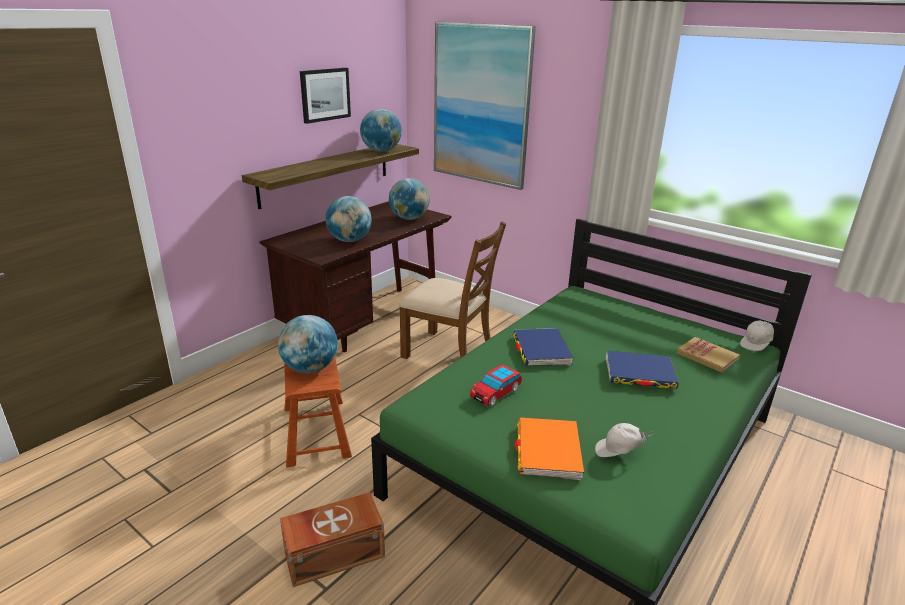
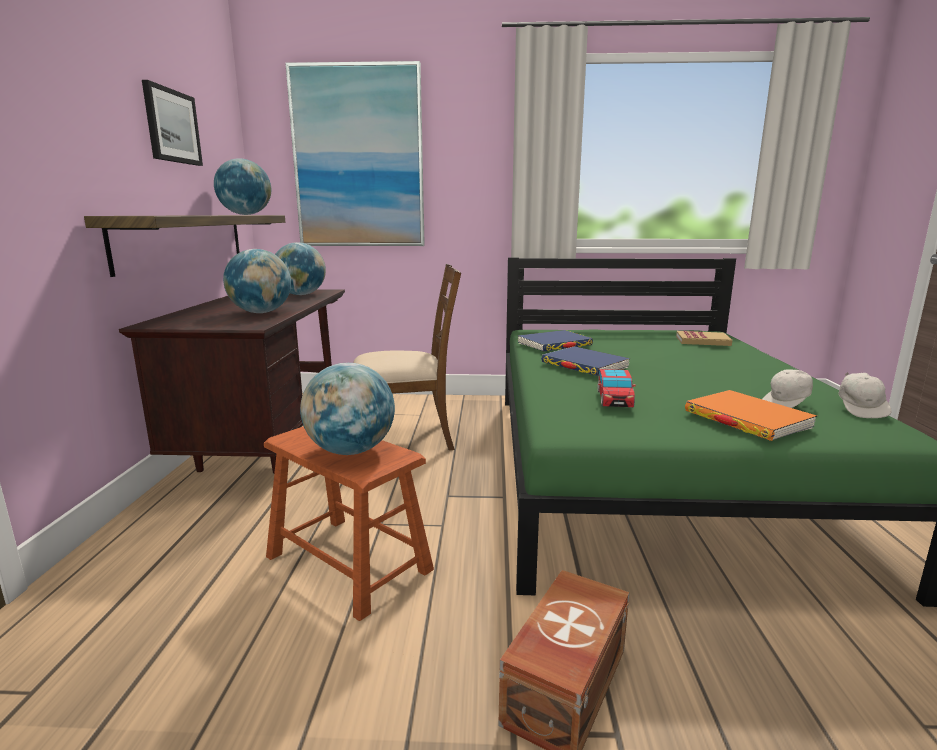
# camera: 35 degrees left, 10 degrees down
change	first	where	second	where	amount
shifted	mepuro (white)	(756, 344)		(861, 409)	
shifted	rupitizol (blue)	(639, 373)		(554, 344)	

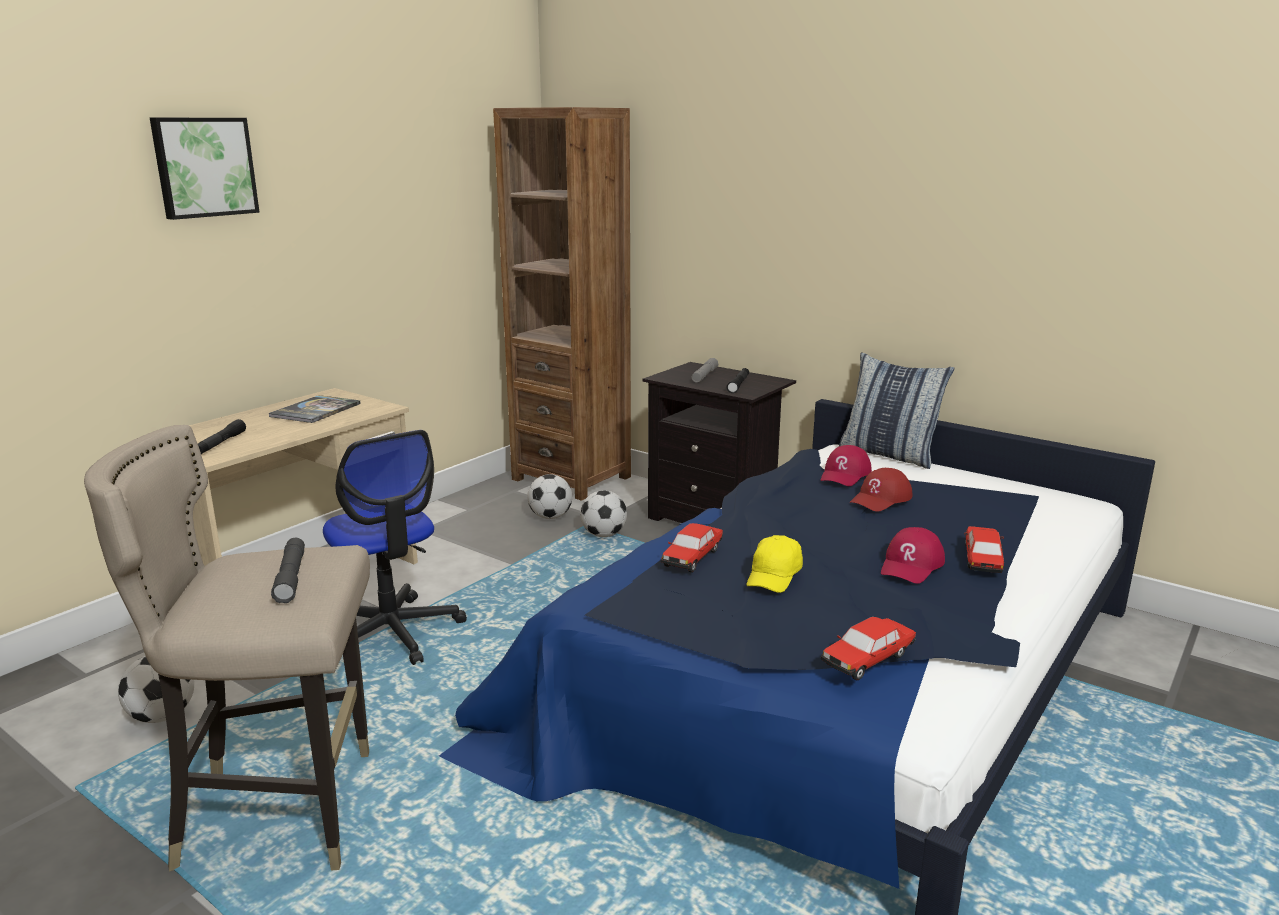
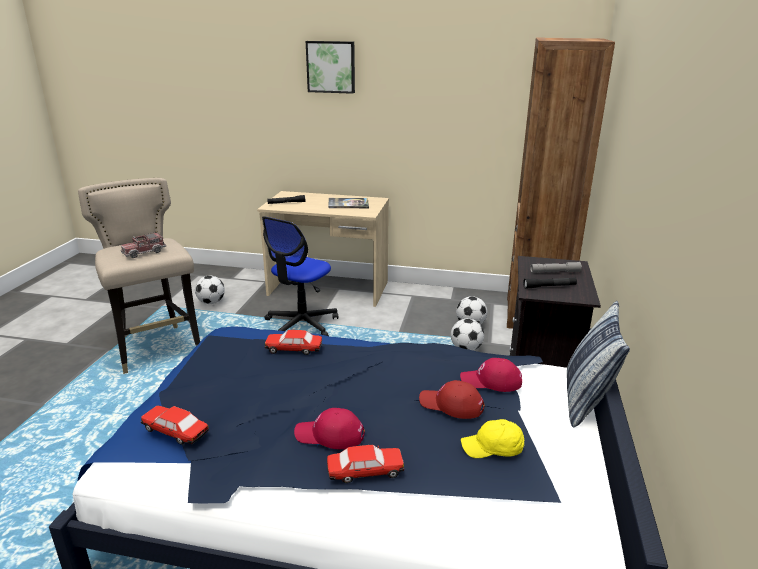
# camera: 65 degrees right, 5 degrees up
change	first	where	second	where	amount
shifted	mepuro (yellow)	(774, 576)		(493, 448)	
swapped	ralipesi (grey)	(291, 577)	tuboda	(144, 252)	

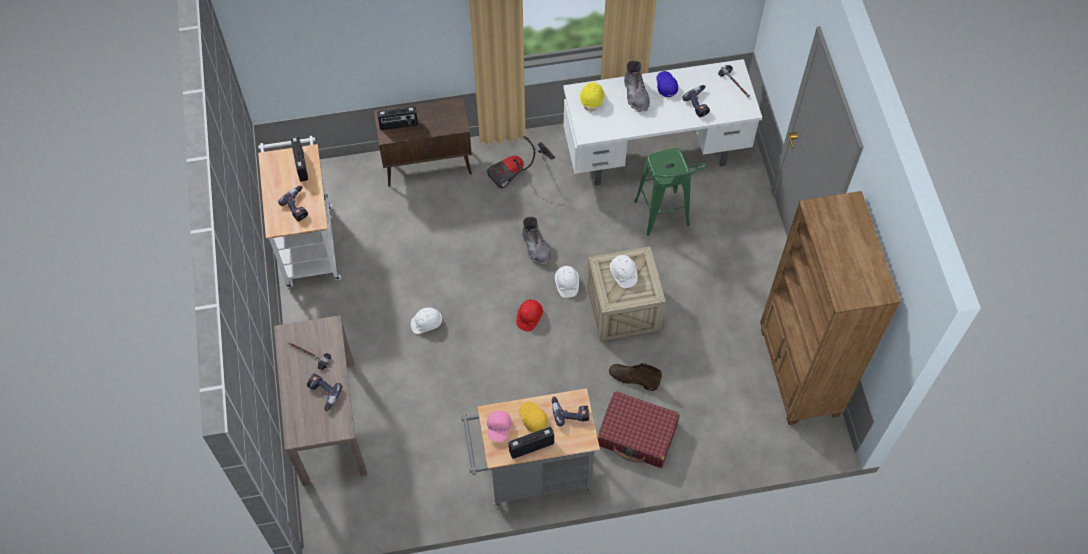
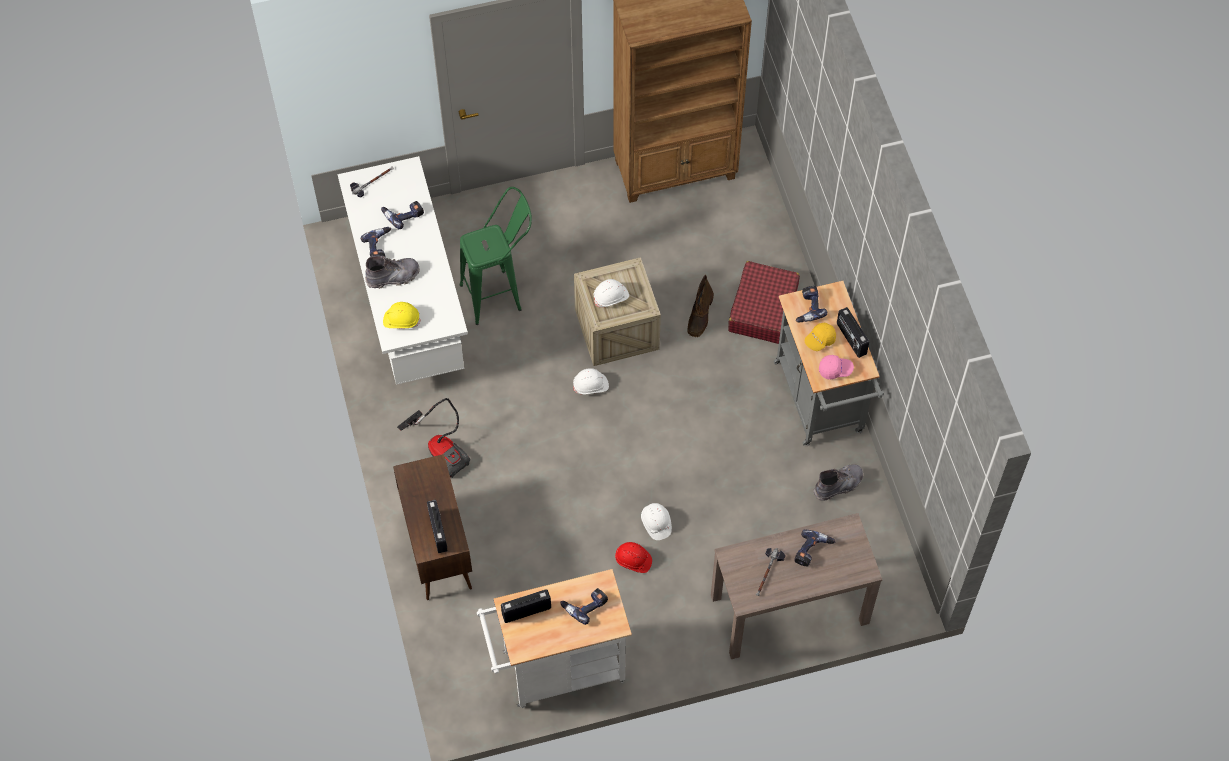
# camera: 95 degrees left, 0 degrees up
change	first	where	second	where	amount
swapped	mepuro (blue)	(666, 86)	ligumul	(379, 247)	
shifted	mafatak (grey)	(536, 248)		(838, 485)	
shifted	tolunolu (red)	(529, 317)		(633, 560)	

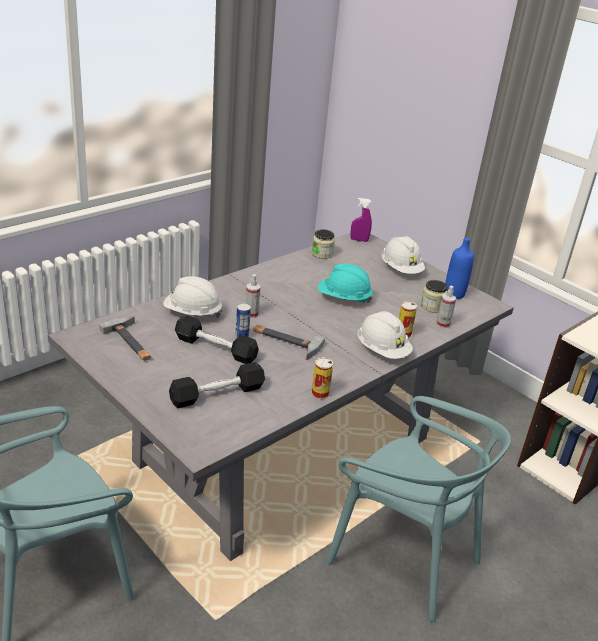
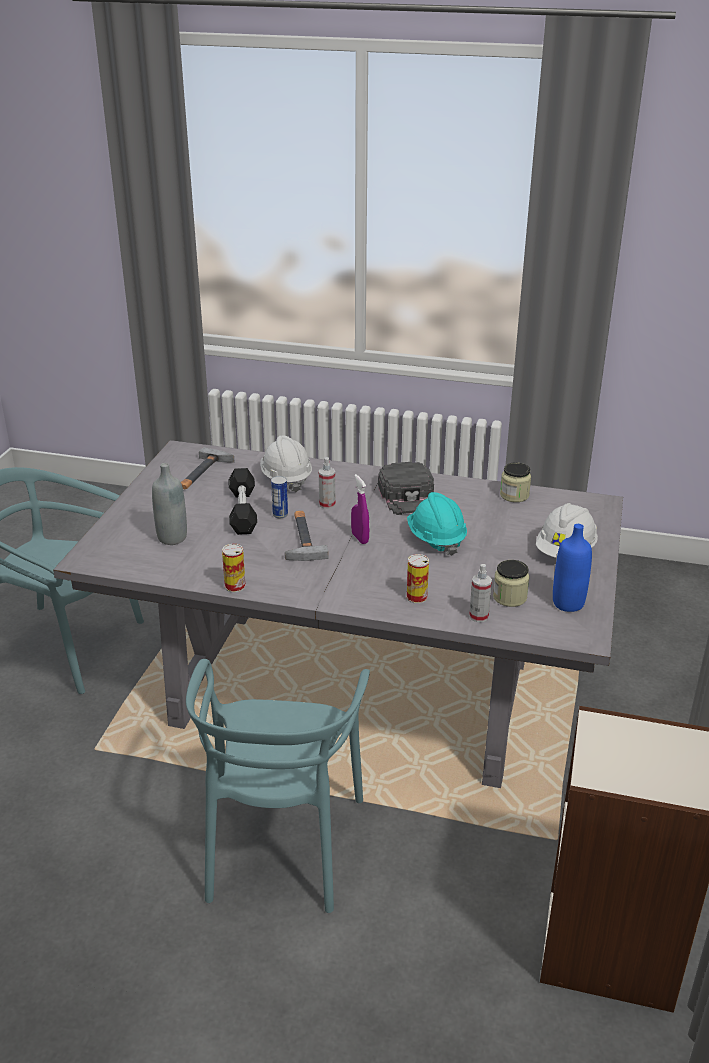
# camera: 60 degrees right, 0 degrees up
change	first	where	second	where	amount
shifted	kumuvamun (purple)	(359, 240)		(360, 538)	
gone	tolunolu (white)	(382, 351)			
swapped	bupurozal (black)	(217, 394)	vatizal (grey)	(172, 538)	
new			mepuro (black)	(408, 496)	

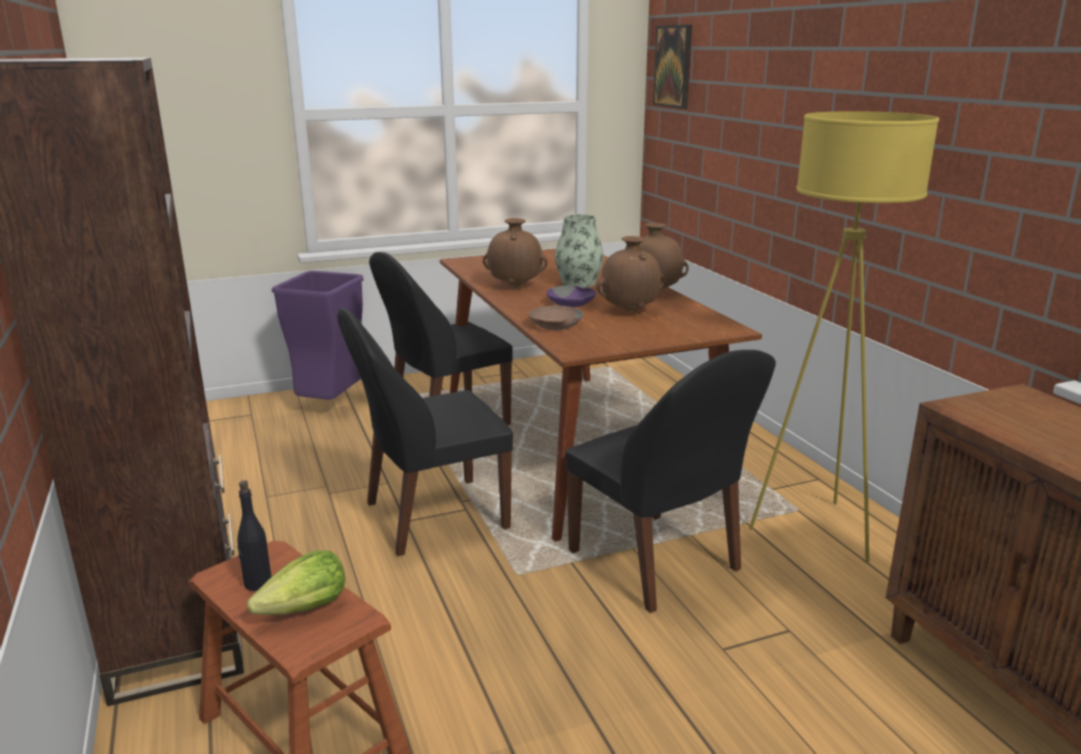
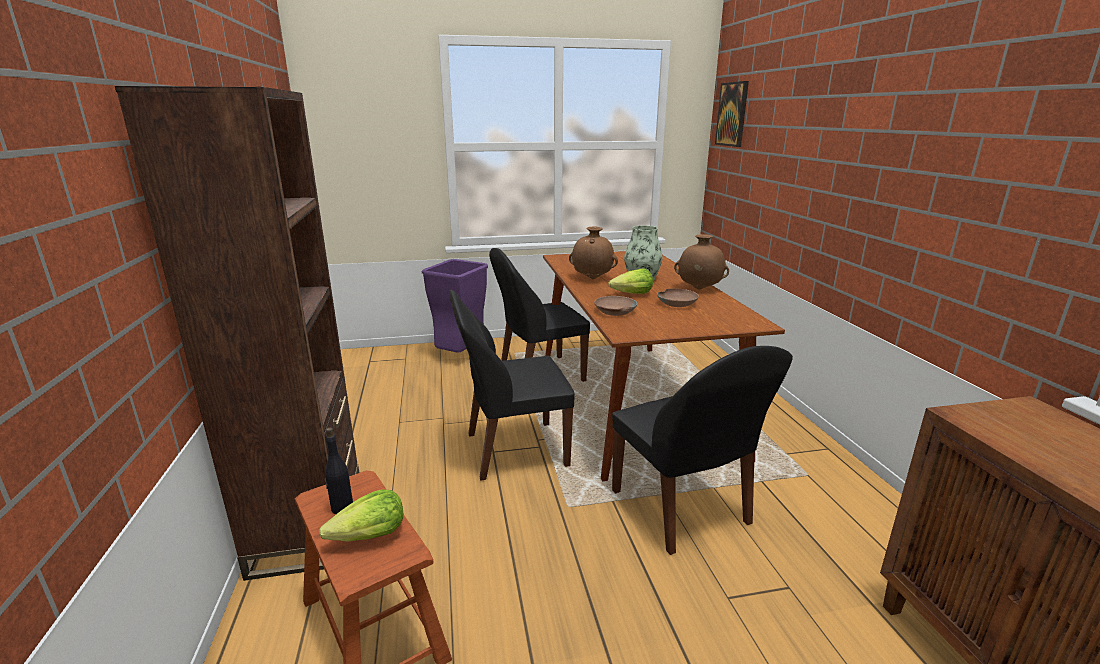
# camera: 10 degrees right, 0 degrees up
change	first	where	second	where	amount
gone	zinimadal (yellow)	(814, 530)			
swapped	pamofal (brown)	(630, 311)	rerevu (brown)	(677, 303)	
swapped	rerevu (purple)	(571, 303)	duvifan	(632, 294)	

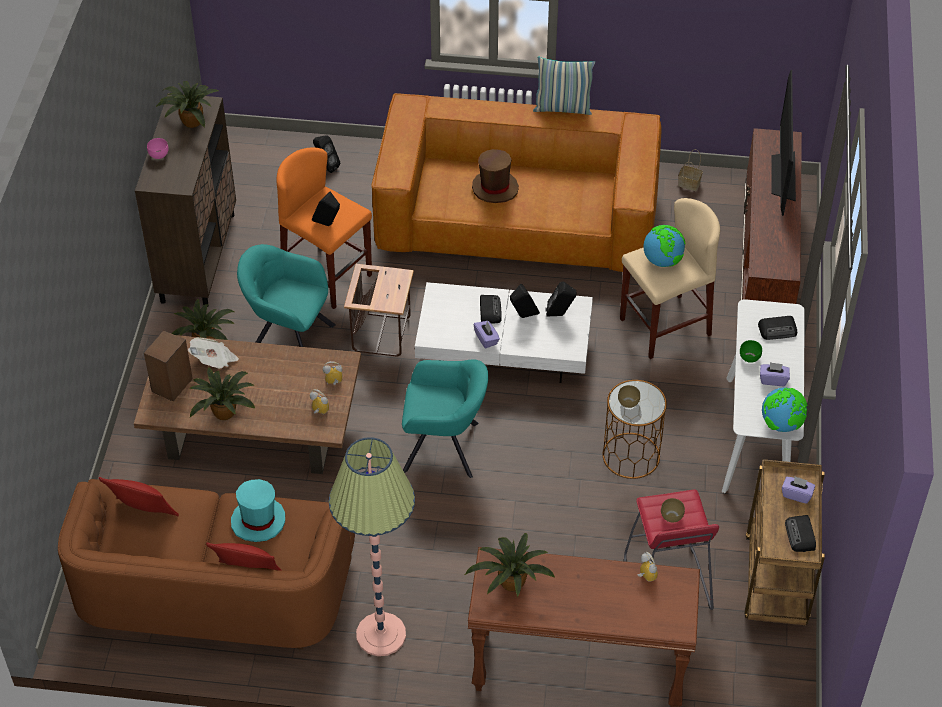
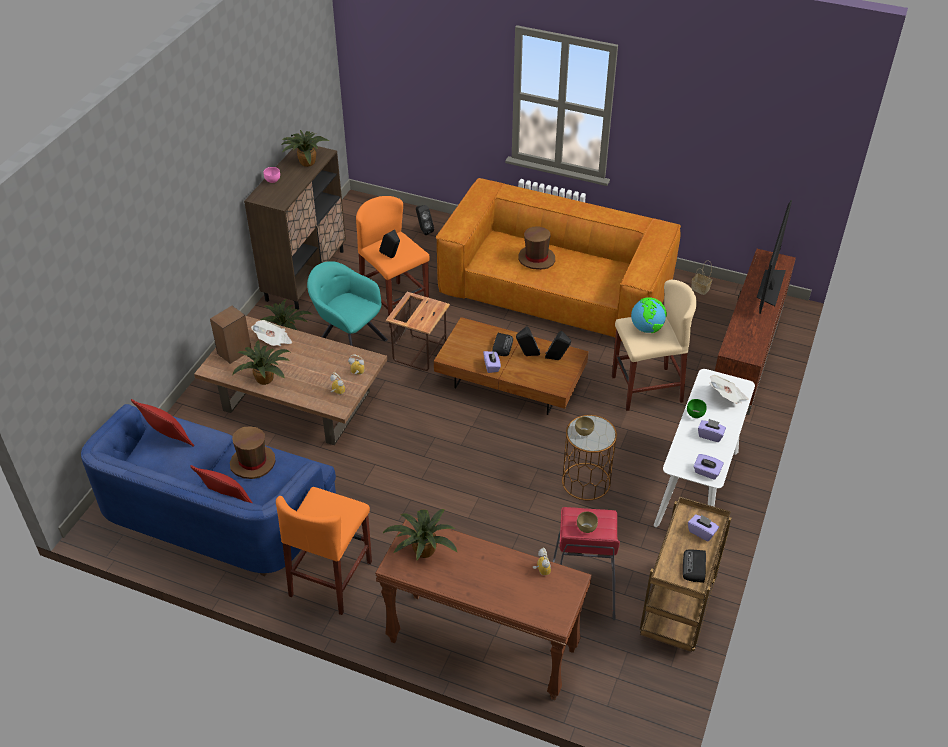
# camera: 15 degrees right, 5 degrees down
change	first	where	second	where	amount
gone	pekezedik	(562, 108)			
repainted	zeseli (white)	(504, 351)	zeseli (brown)	(511, 383)	
swapped	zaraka	(778, 330)	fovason	(727, 397)	
gone	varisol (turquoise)	(444, 447)			
swapped	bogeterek	(781, 424)	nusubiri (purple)	(706, 472)	
swapped	zinimadal	(381, 634)	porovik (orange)	(331, 578)	
repainted	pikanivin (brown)	(213, 588)	pikanivin (blue)	(215, 513)	
repainted	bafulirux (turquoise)	(258, 521)	bafulirux (brown)	(253, 463)	

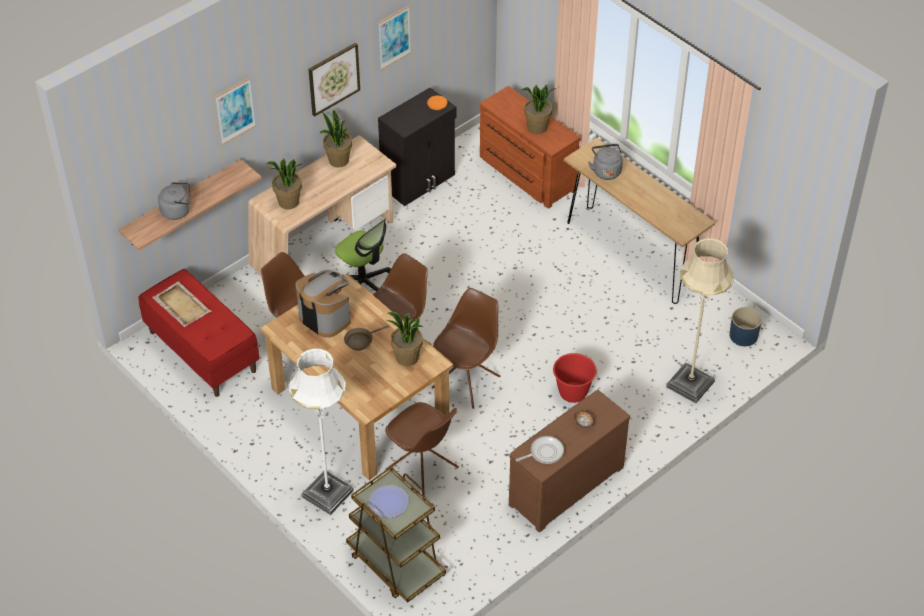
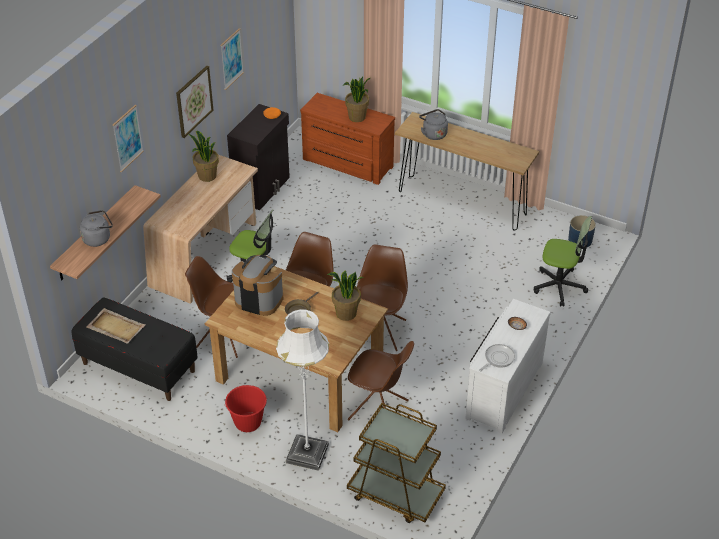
# camera: 20 degrees left, 5 degrees down
change	first	where	second	where	amount
gone	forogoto	(288, 202)			
swapped	zinimadal (beige)	(690, 384)	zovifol	(559, 286)	
repainted	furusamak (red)	(202, 351)	furusamak (black)	(138, 367)	
shifted	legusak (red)	(573, 392)		(248, 423)	
repainted	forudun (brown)	(564, 484)	forudun (white)	(502, 389)	
gone	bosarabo	(388, 502)			

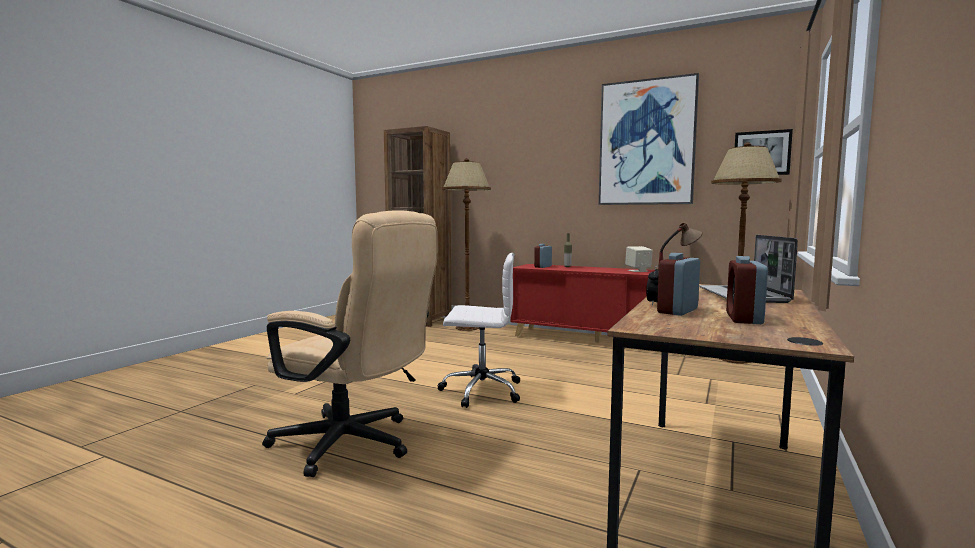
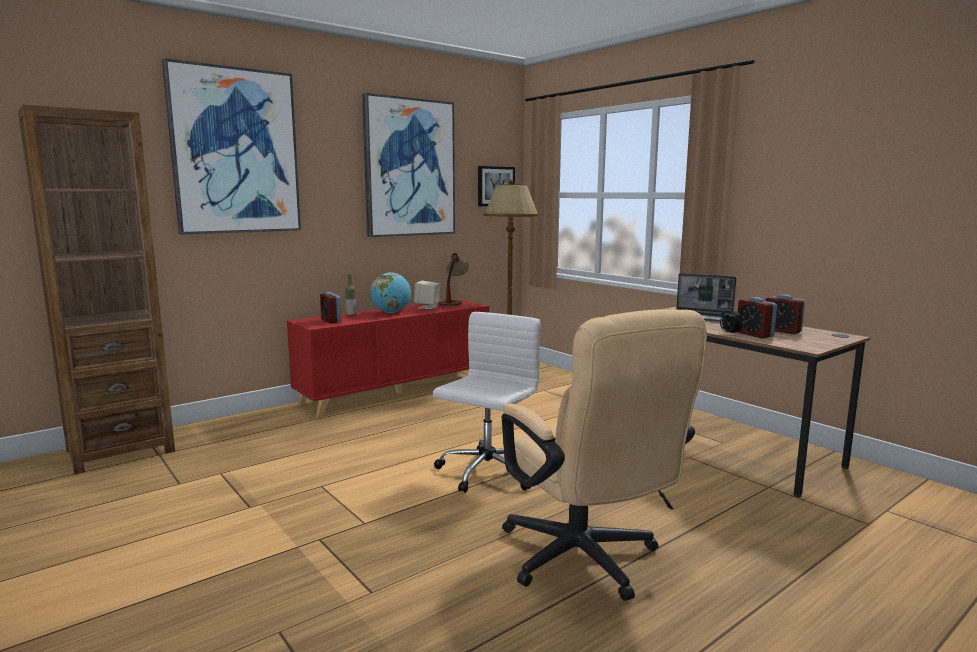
# camera: 65 degrees left, 5 degrees up
change	first	where	second	where	amount
gone	zinimadal (brown)	(467, 328)			
rotated	zovifol (beige)	(354, 445)		(586, 562)	105 degrees clockwise
new			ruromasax	(235, 152)	
new			bogeterek	(391, 312)	

